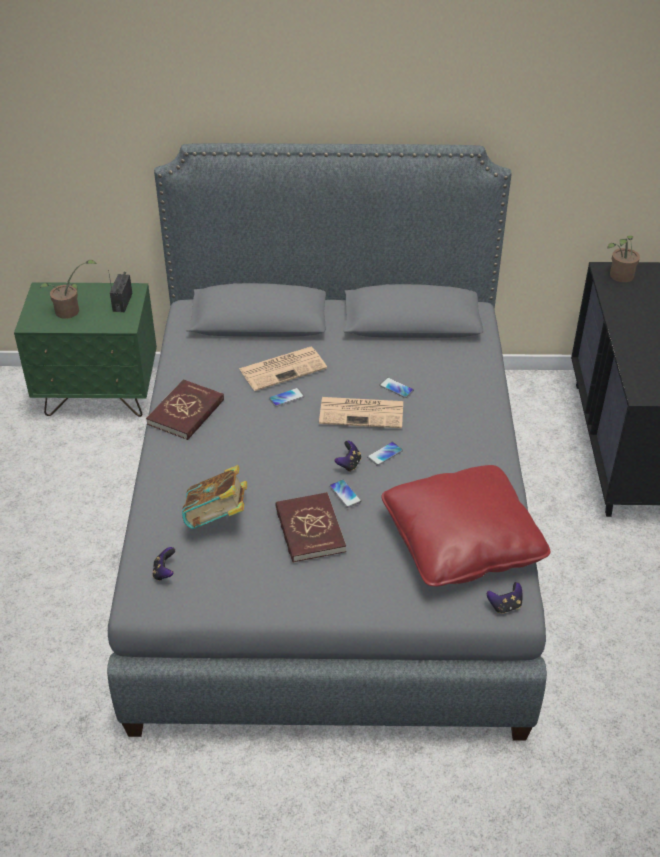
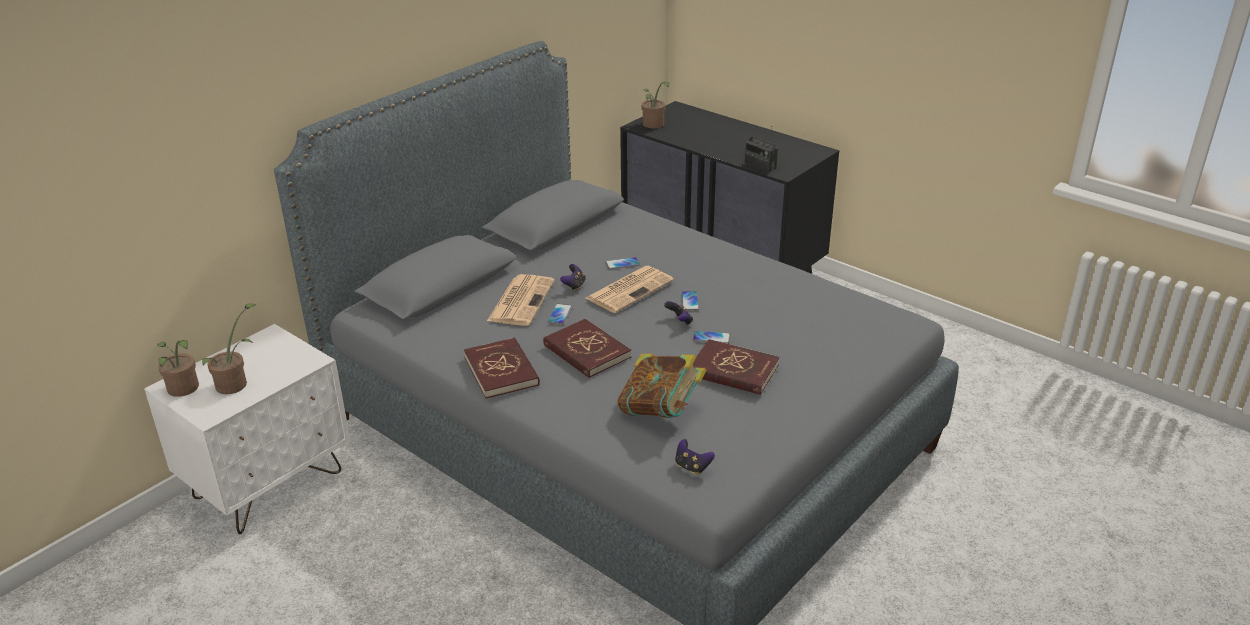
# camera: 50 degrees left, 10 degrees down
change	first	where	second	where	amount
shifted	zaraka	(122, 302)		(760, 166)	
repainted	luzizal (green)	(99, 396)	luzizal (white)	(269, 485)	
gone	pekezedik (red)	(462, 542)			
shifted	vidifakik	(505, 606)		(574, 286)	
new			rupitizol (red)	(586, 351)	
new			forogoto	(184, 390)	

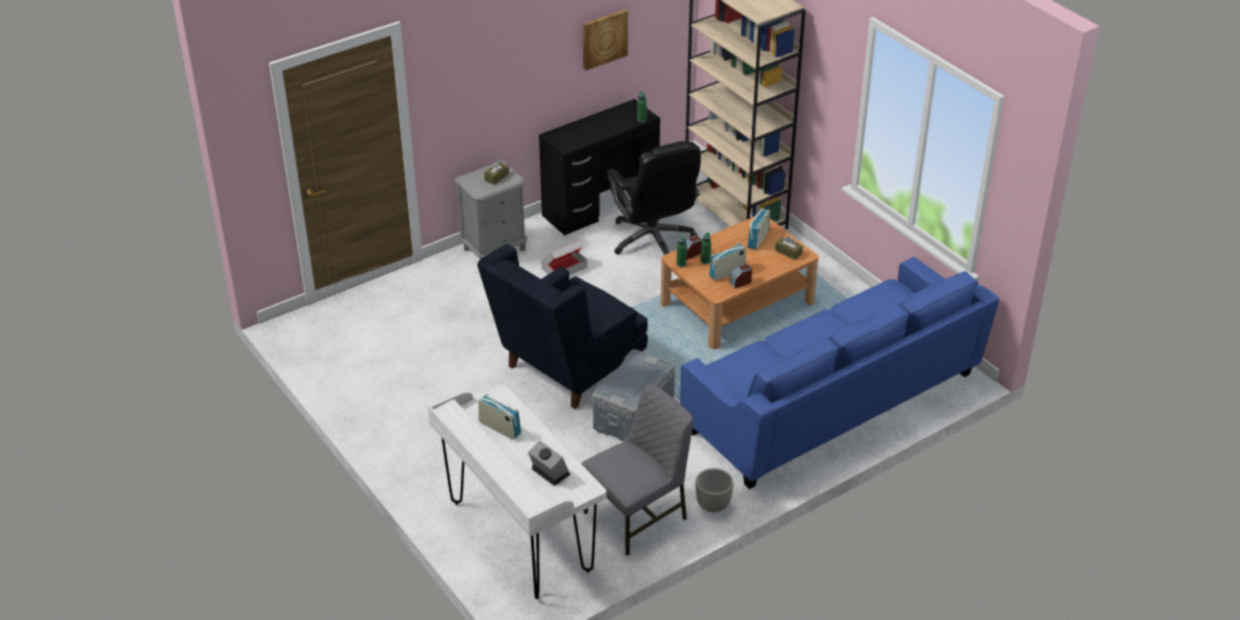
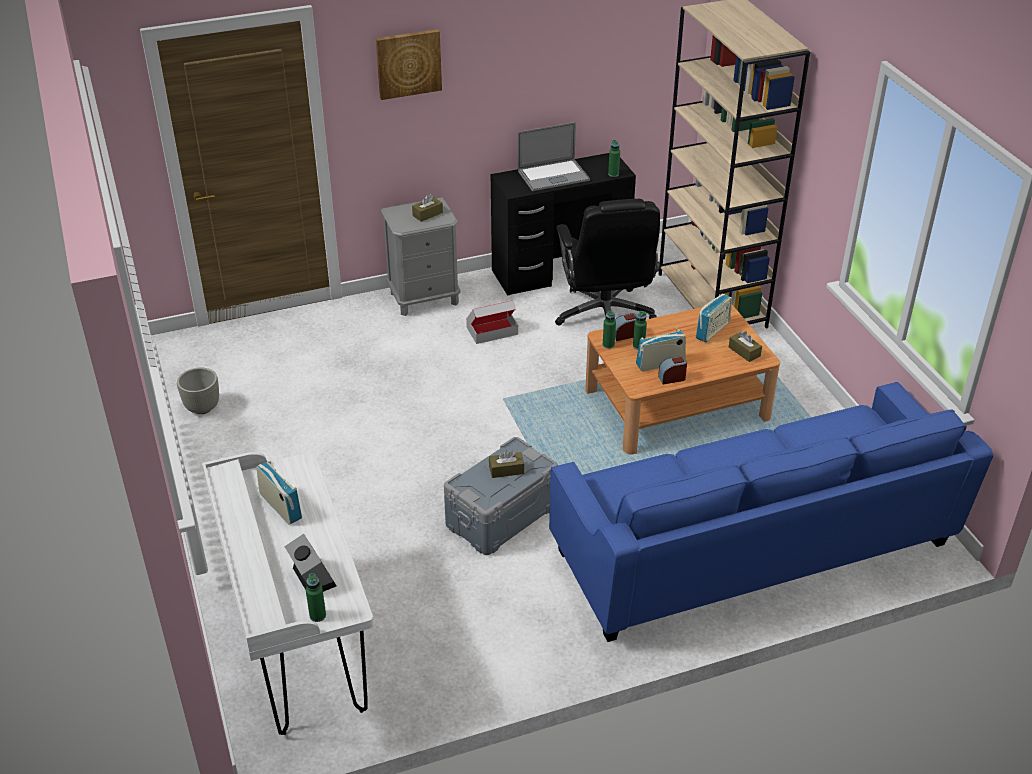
# camera: 15 degrees right, 0 degrees up
change	first	where	second	where	amount
shifted	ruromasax	(604, 38)		(408, 63)	
gone	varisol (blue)	(566, 370)			
gone	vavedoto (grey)	(638, 516)			
shifted	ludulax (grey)	(713, 506)		(202, 408)	
new			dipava	(553, 175)	
new			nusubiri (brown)	(506, 470)	
new			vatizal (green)	(317, 615)	

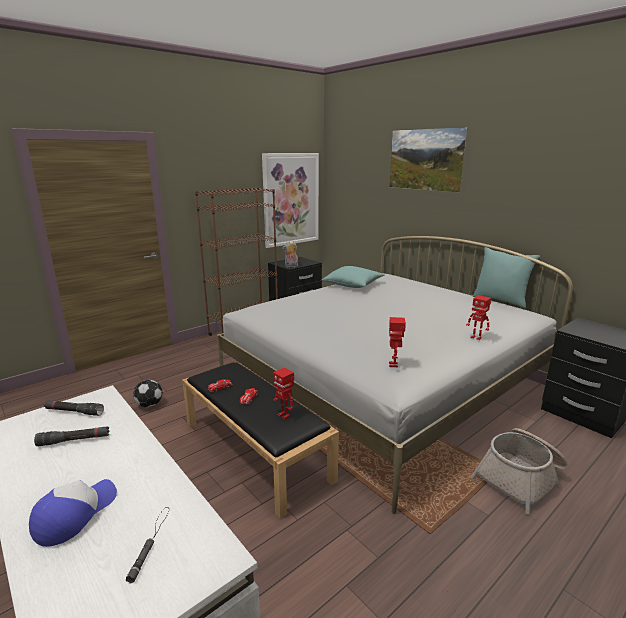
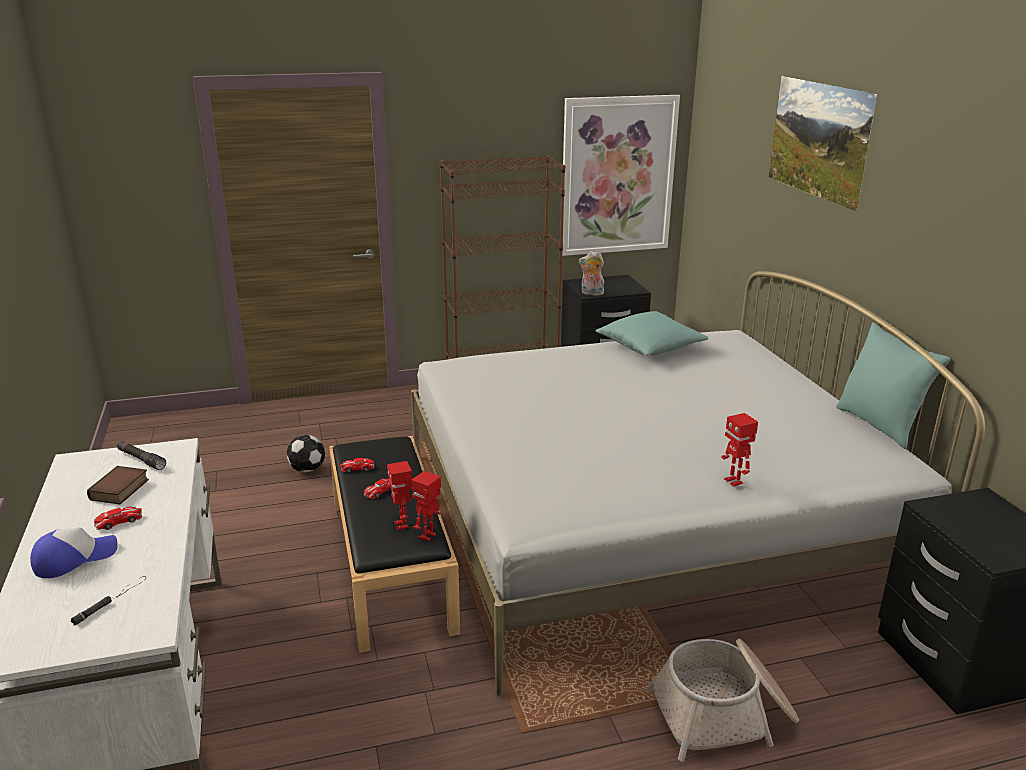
# camera: 25 degrees right, 5 degrees up
change	first	where	second	where	amount
shifted	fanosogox	(394, 365)		(428, 536)	
swapped	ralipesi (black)	(74, 440)	rupitizol	(120, 490)	
new			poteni	(119, 521)	

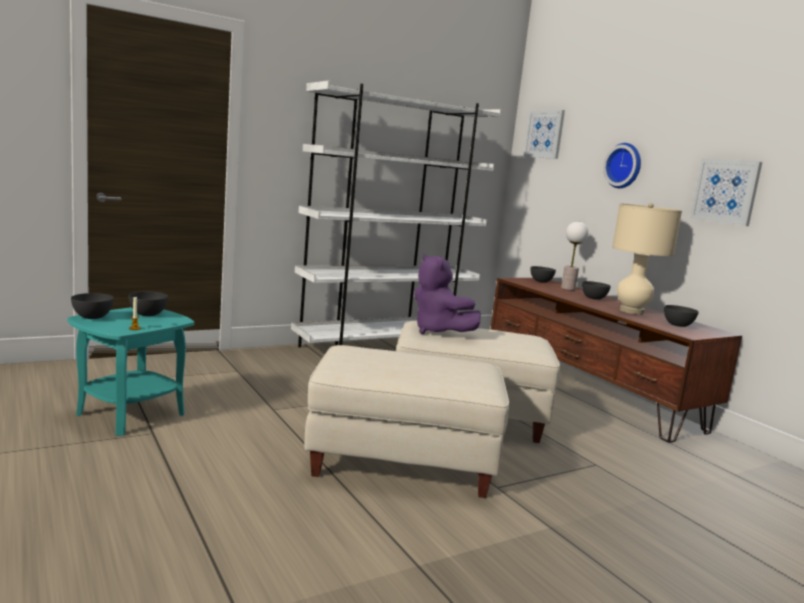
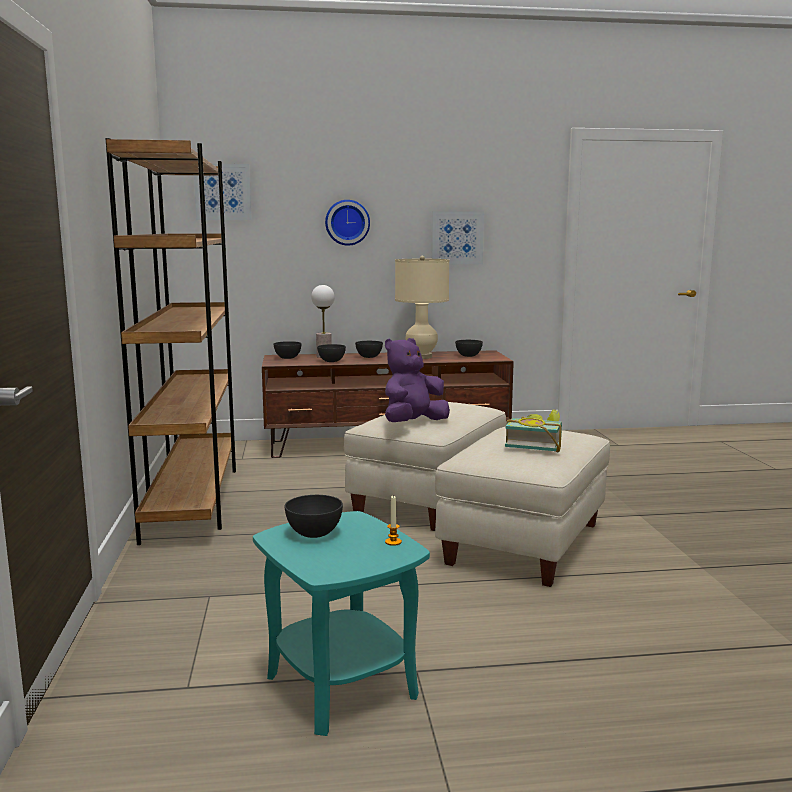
# camera: 65 degrees left, 0 degrees up
change	first	where	second	where	amount
repainted	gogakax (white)	(384, 348)	gogakax (brown)	(193, 498)	
rotated	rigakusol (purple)	(438, 331)		(413, 424)	150 degrees clockwise
shifted	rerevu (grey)	(92, 317)		(332, 361)	
new			rupitizol	(534, 445)	

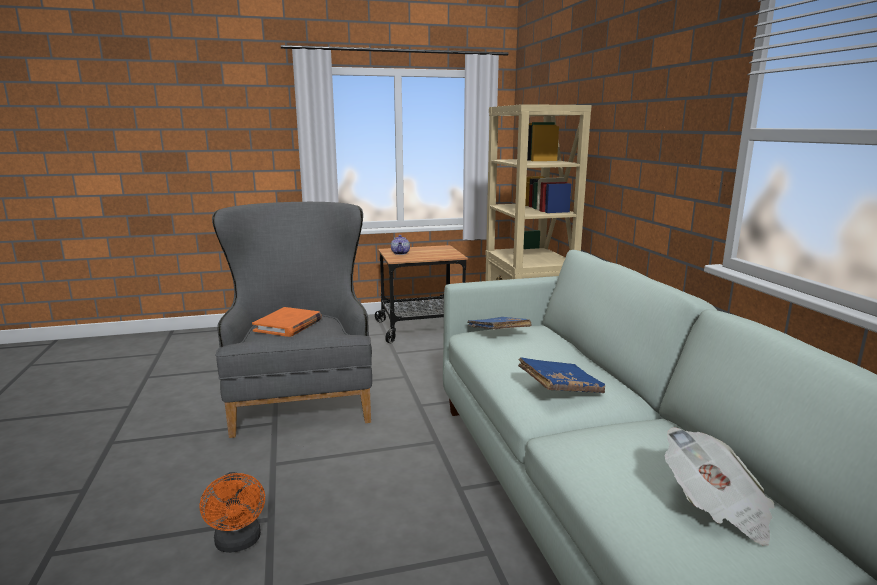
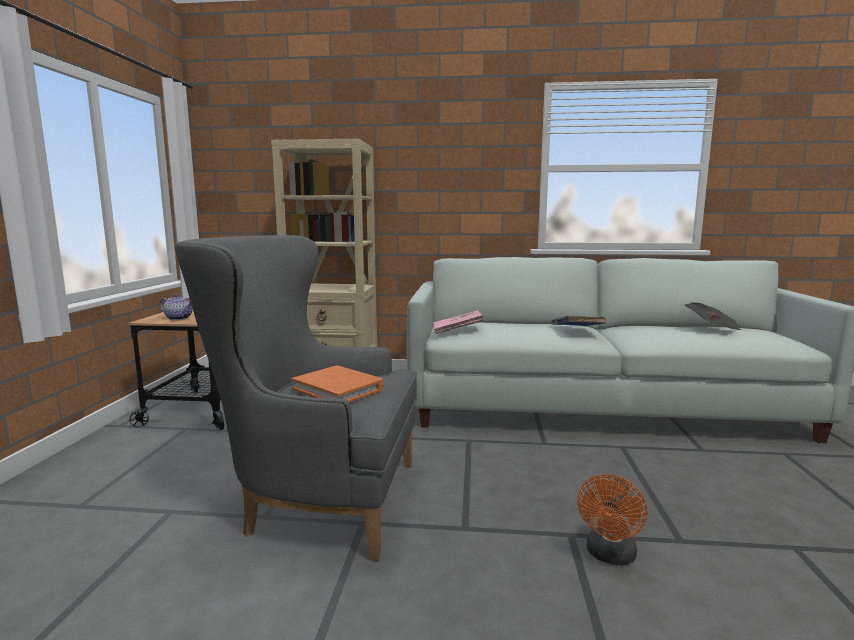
# camera: 70 degrees left, 5 degrees down
change	first	where	second	where	amount
repainted	rupitizol (blue)	(498, 333)	rupitizol (pink)	(457, 331)	
rotated	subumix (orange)	(238, 543)		(610, 556)	120 degrees clockwise

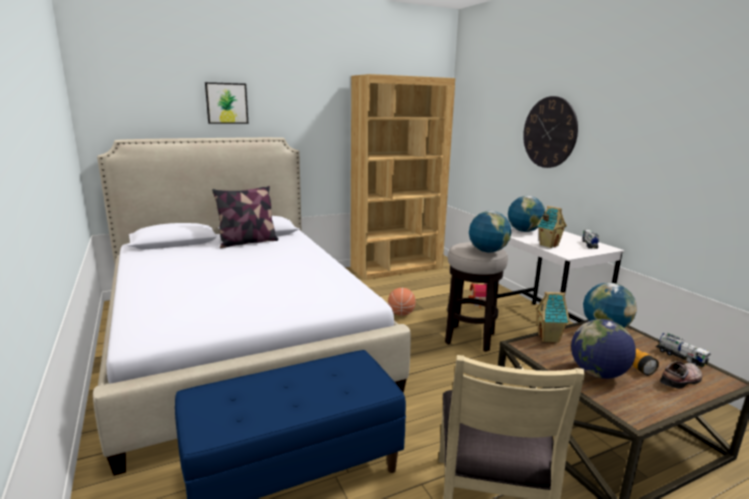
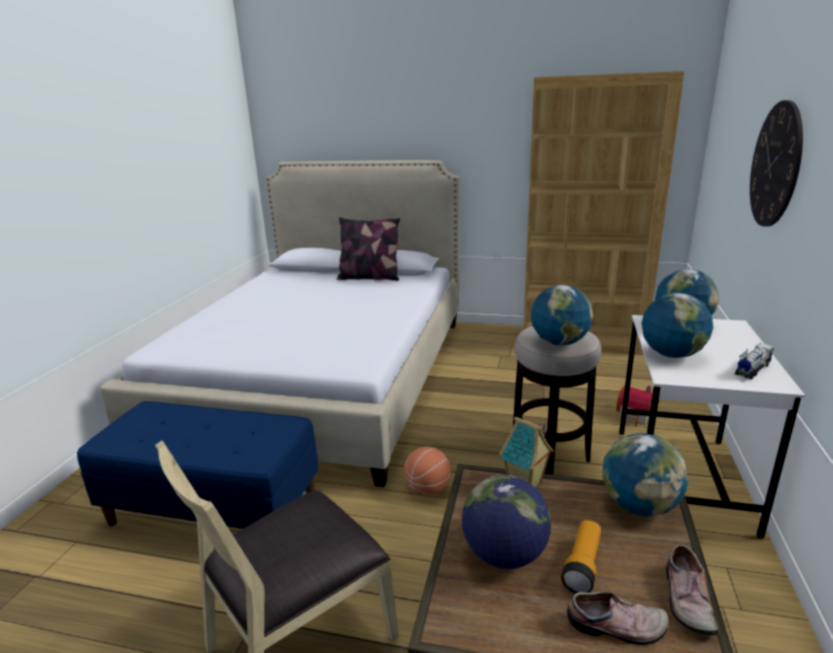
# camera: 40 degrees right, 5 degrees up
change	first	where	second	where	amount
gone	ruromasax	(226, 103)			
swapped	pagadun	(548, 245)	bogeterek	(671, 354)	
shifted	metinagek	(401, 314)		(427, 489)	
swapped	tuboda	(680, 357)	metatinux	(685, 599)	

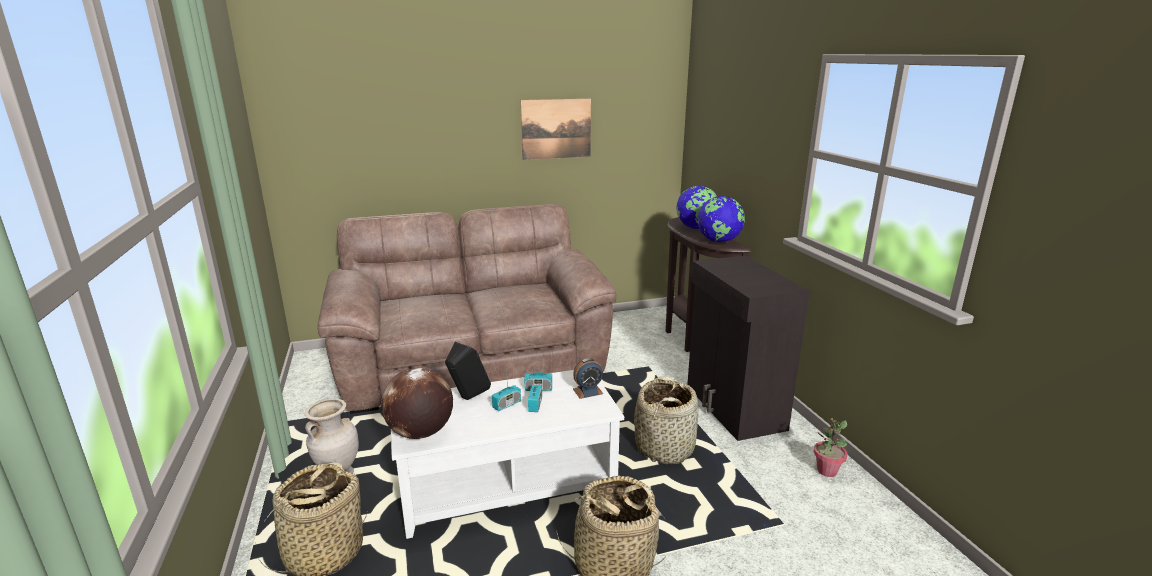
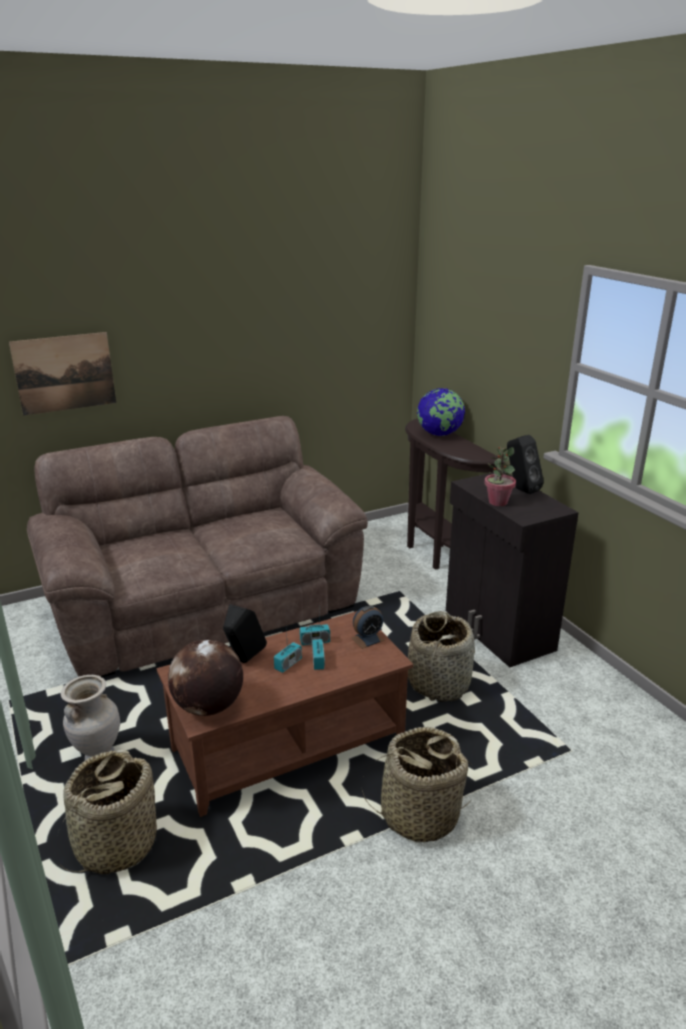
# camera: 10 degrees left, 5 degrees up
change	first	where	second	where	amount
shifted	ruromasax	(556, 129)		(64, 373)	
gone	bogeterek	(719, 241)			
repainted	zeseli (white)	(507, 485)	zeseli (brown)	(288, 744)	
shifted	forogoto	(826, 471)		(497, 502)	
new			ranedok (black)	(520, 489)	

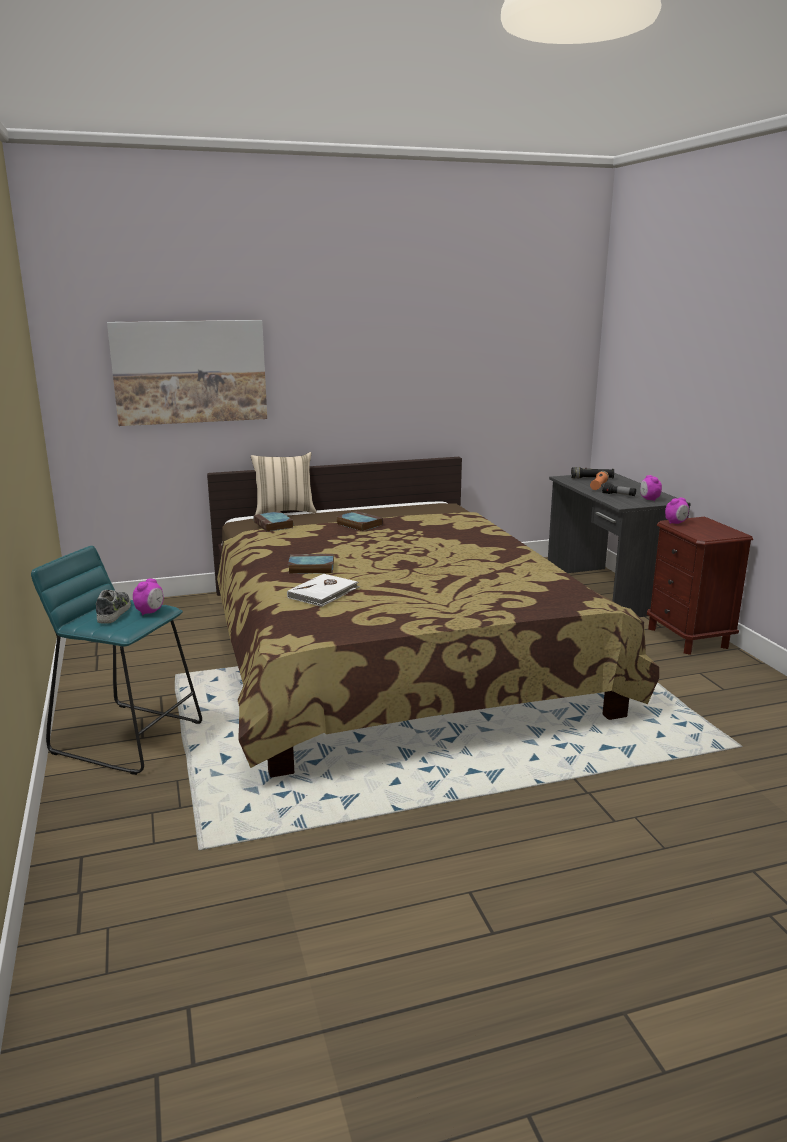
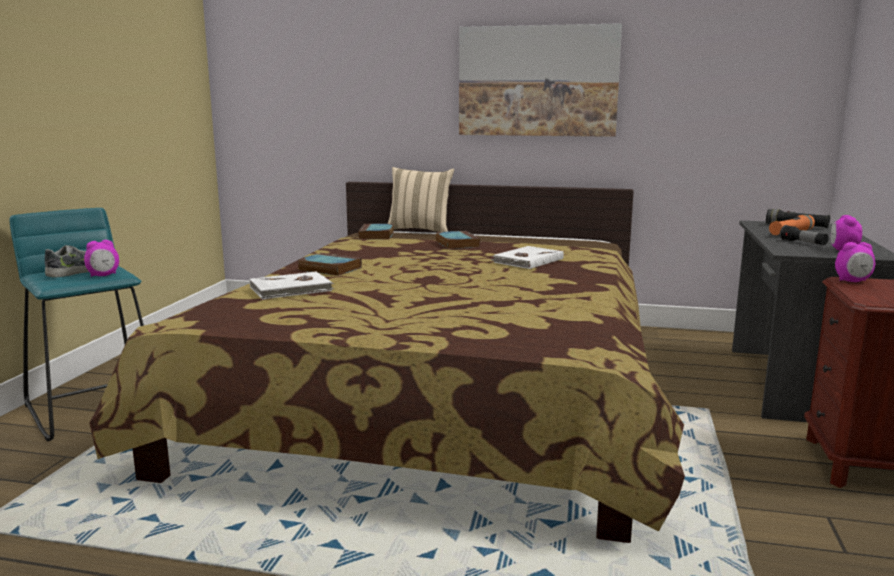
# camera: 30 degrees right, 5 degrees down
change	first	where	second	where	amount
shifted	ruromasax	(190, 372)		(537, 81)	
new			rupitizol (white)	(527, 260)	

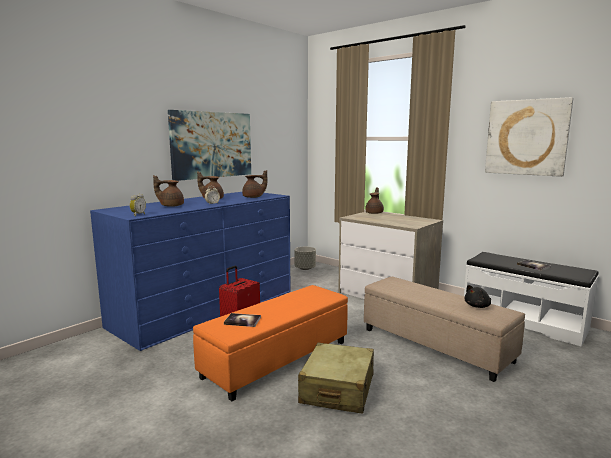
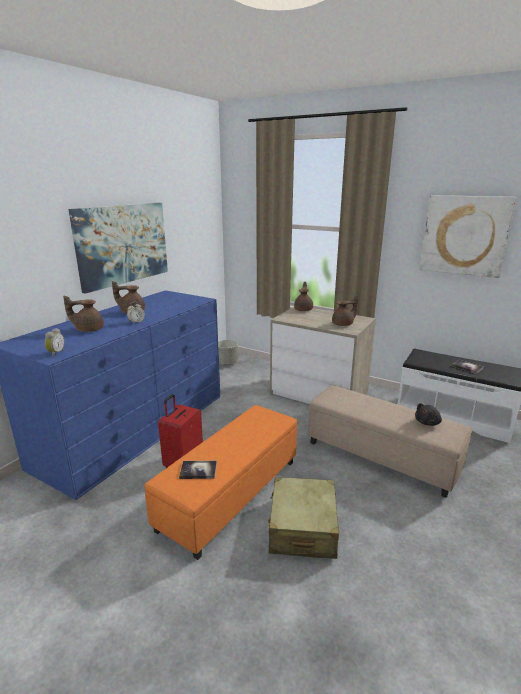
# camera: 10 degrees left, 10 degrees up
change	first	where	second	where	amount
shifted	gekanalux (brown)	(254, 197)		(343, 324)	

